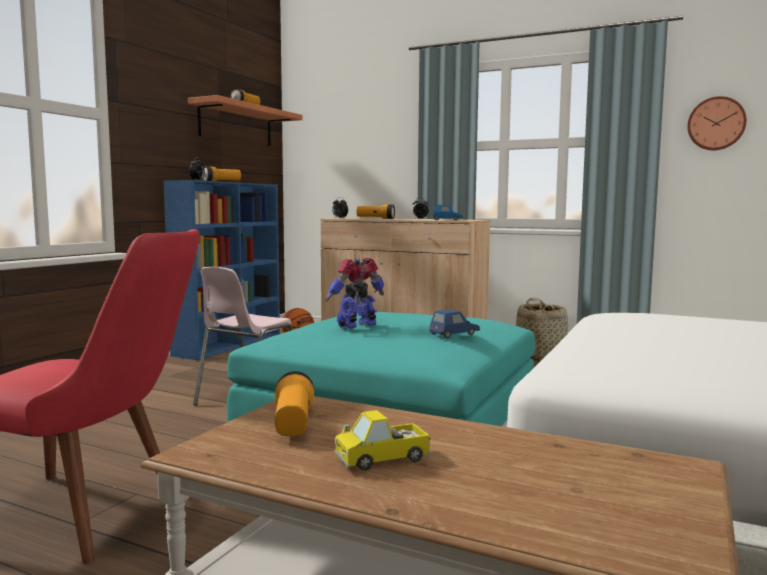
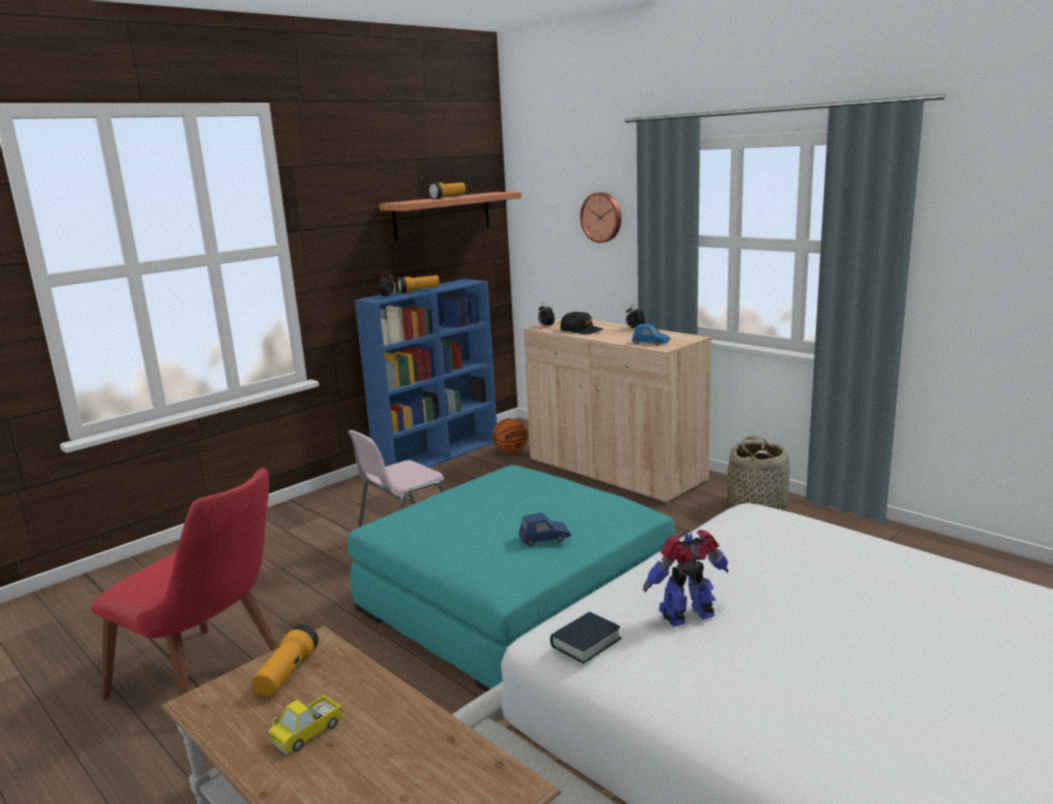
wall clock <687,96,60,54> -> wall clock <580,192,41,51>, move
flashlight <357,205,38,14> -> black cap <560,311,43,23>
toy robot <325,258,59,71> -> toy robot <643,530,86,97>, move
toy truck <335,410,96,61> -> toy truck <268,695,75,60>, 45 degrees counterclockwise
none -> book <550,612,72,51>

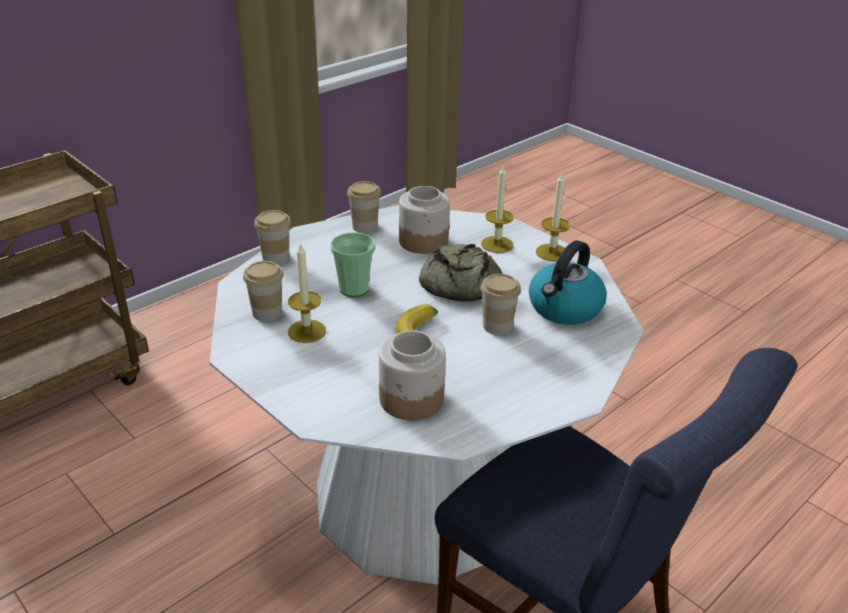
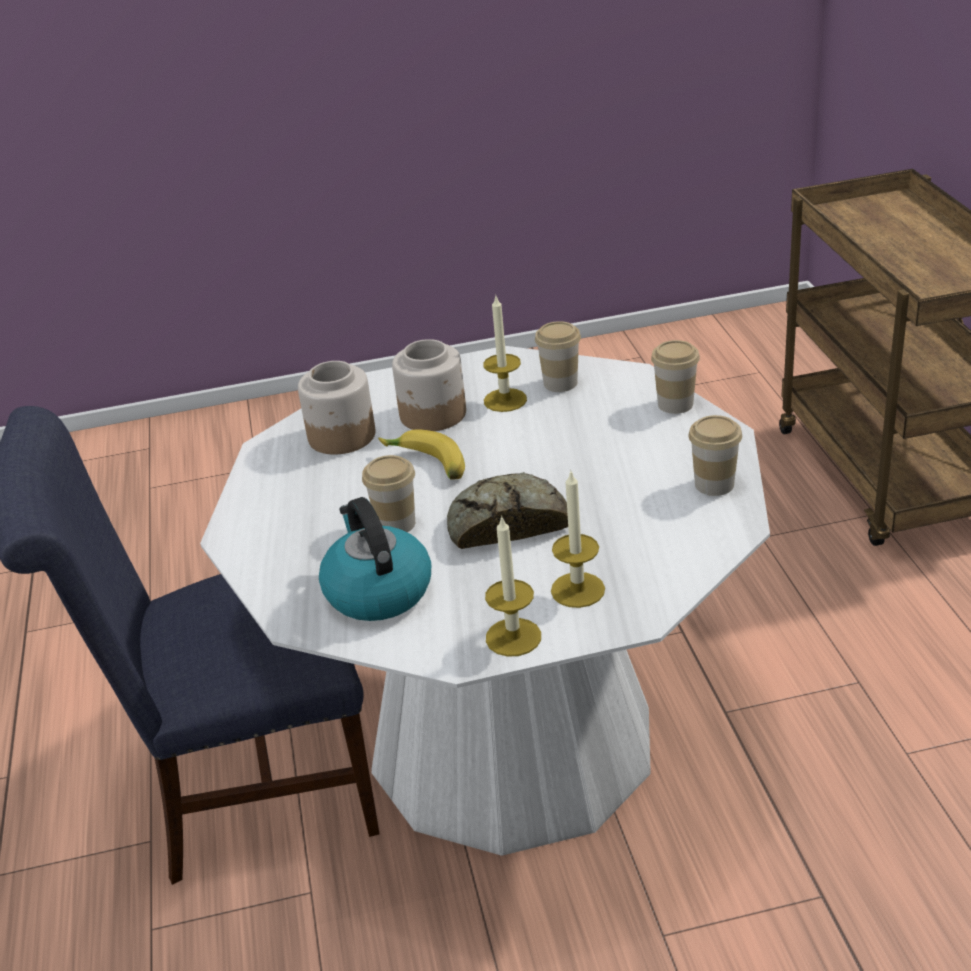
jar <399,186,51,68> -> jar <392,339,74,92>, move
cup <331,232,44,65> -> none

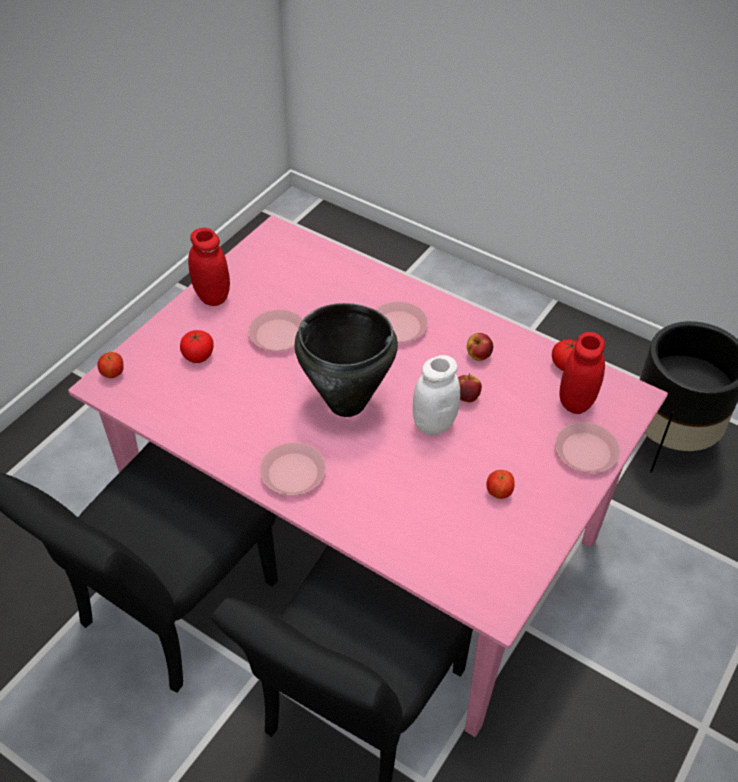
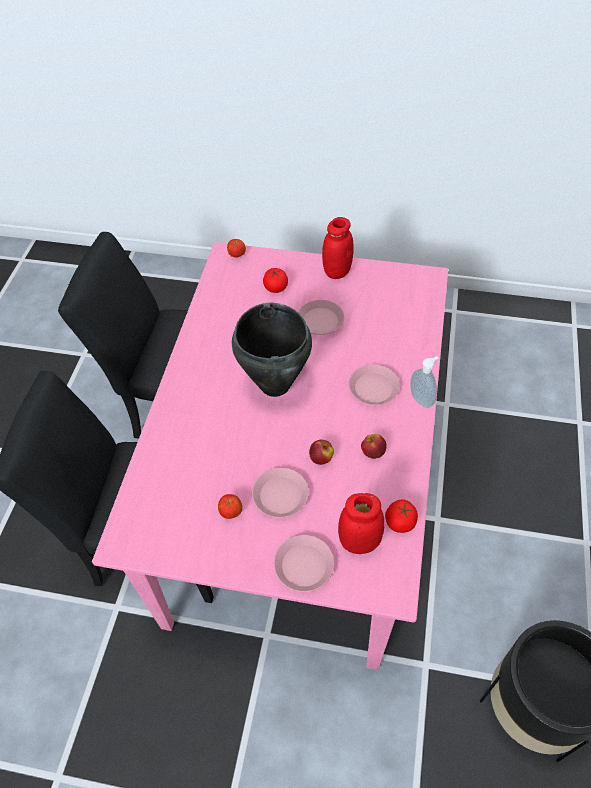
white jar <413,355,47,80> -> none
pink plate <260,442,66,53> -> pink plate <252,468,57,50>, move
none -> soap dispenser <410,356,28,52>

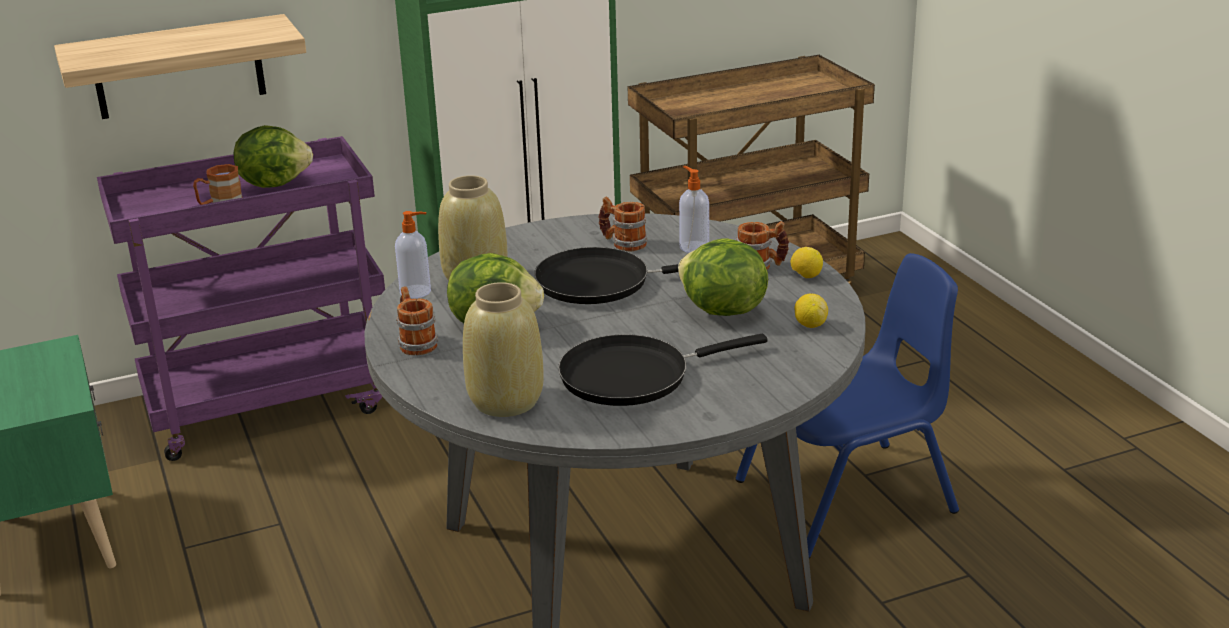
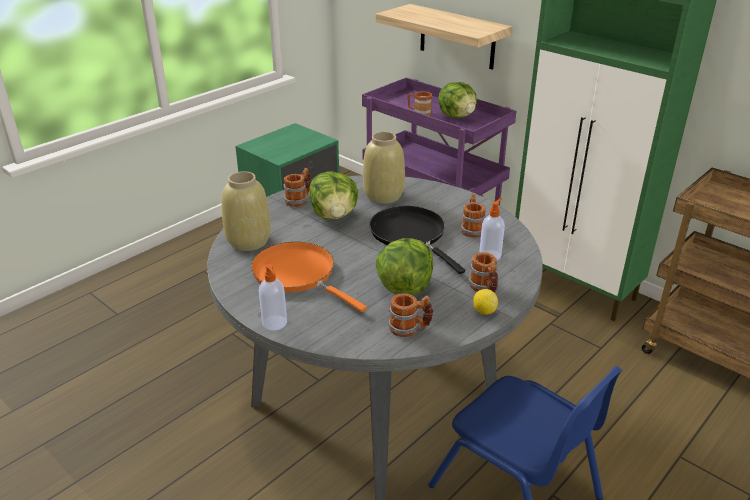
soap dispenser <395,211,36,88> -> soap dispenser <259,264,28,67>, move
lemon <794,294,34,34> -> mug <388,293,45,44>
black frying pan <558,334,210,72> -> orange frying pan <251,242,116,70>

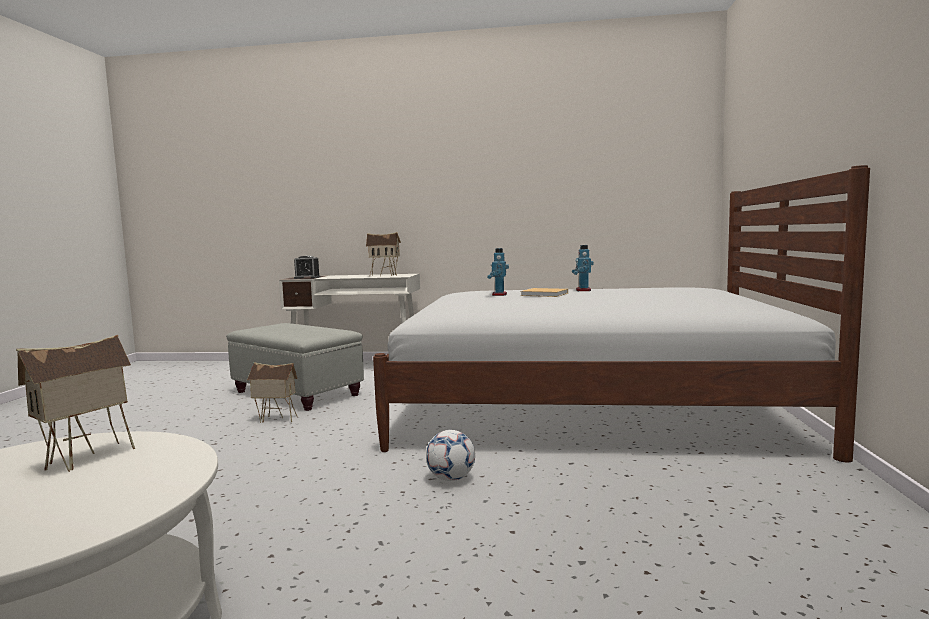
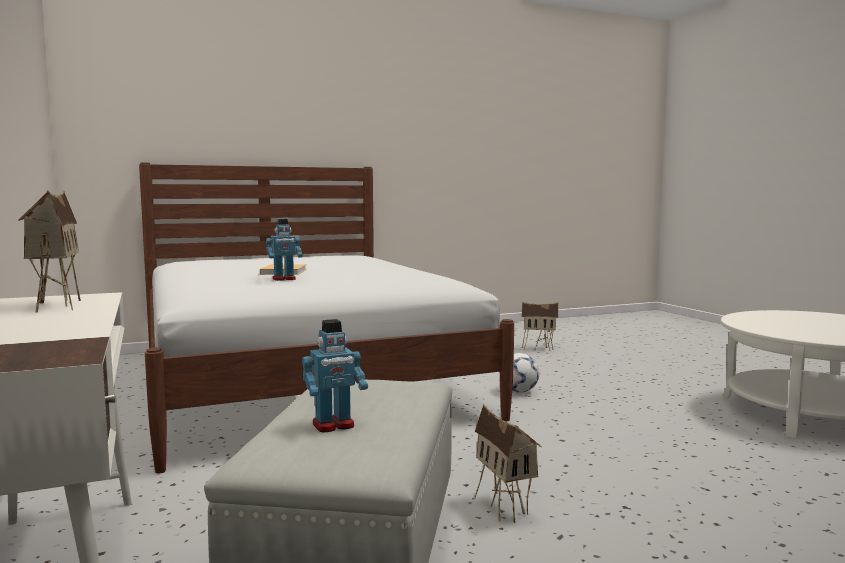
toy robot <572,245,22,46> -> toy robot <302,319,66,113>, move
alarm clock <294,255,26,24> -> none
toy house <16,335,119,137> -> toy house <522,302,37,49>, move

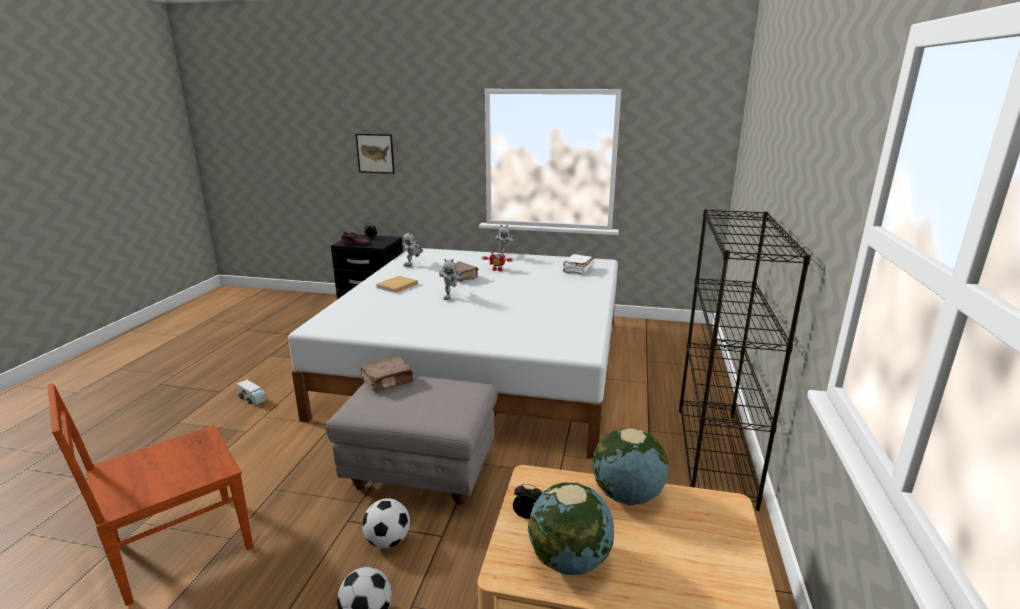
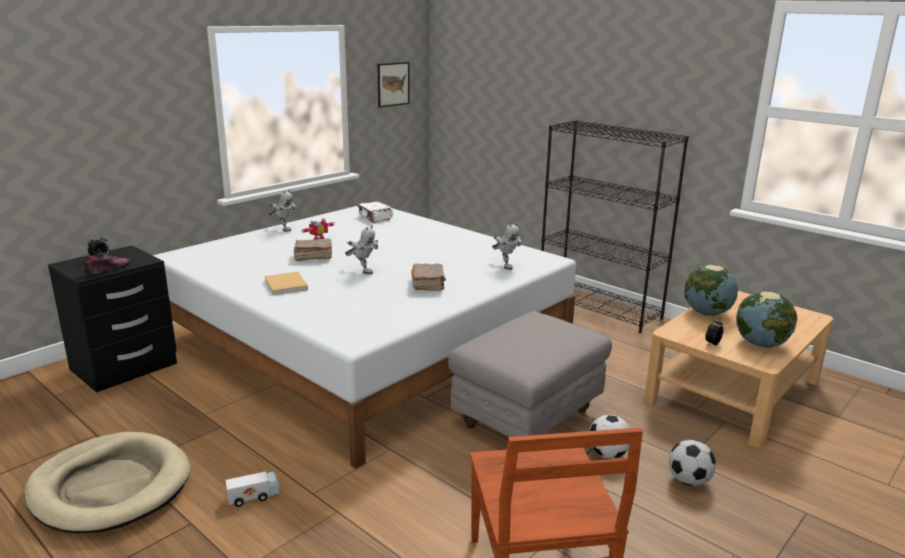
picture <355,134,40,40> -> picture <377,62,33,45>, move
toy robot <403,232,20,35> -> toy robot <492,222,31,48>, move
brown book <361,356,53,35> -> brown book <411,263,35,28>, move
none -> beige dog bed <24,432,166,102>

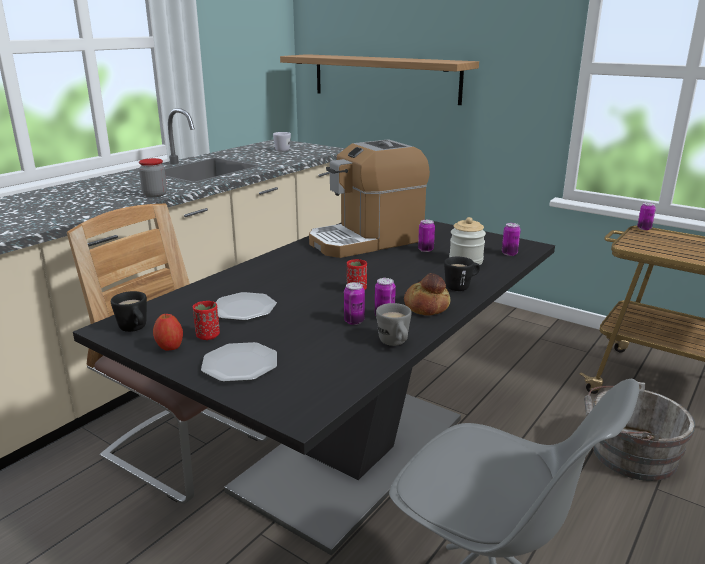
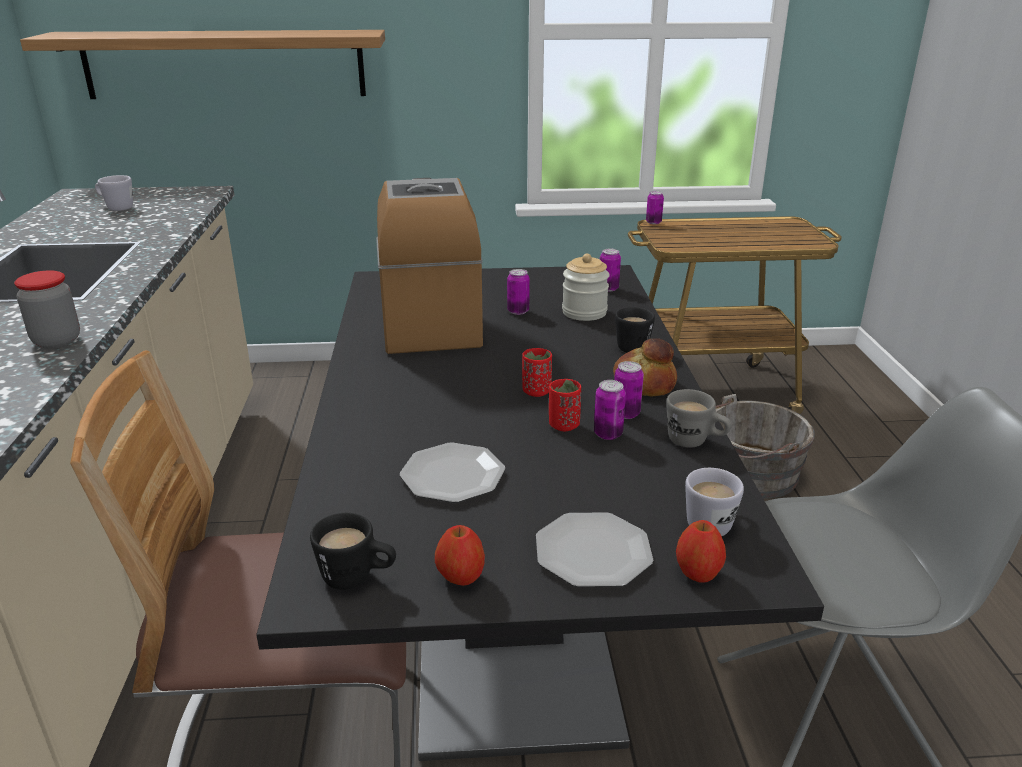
coffee machine <309,139,121,119> -> coffee machine <376,178,107,176>, 150 degrees clockwise
red cup <193,301,27,39> -> red cup <549,379,32,52>, move
none -> white mug <685,468,59,68>
none -> apple <676,520,50,63>

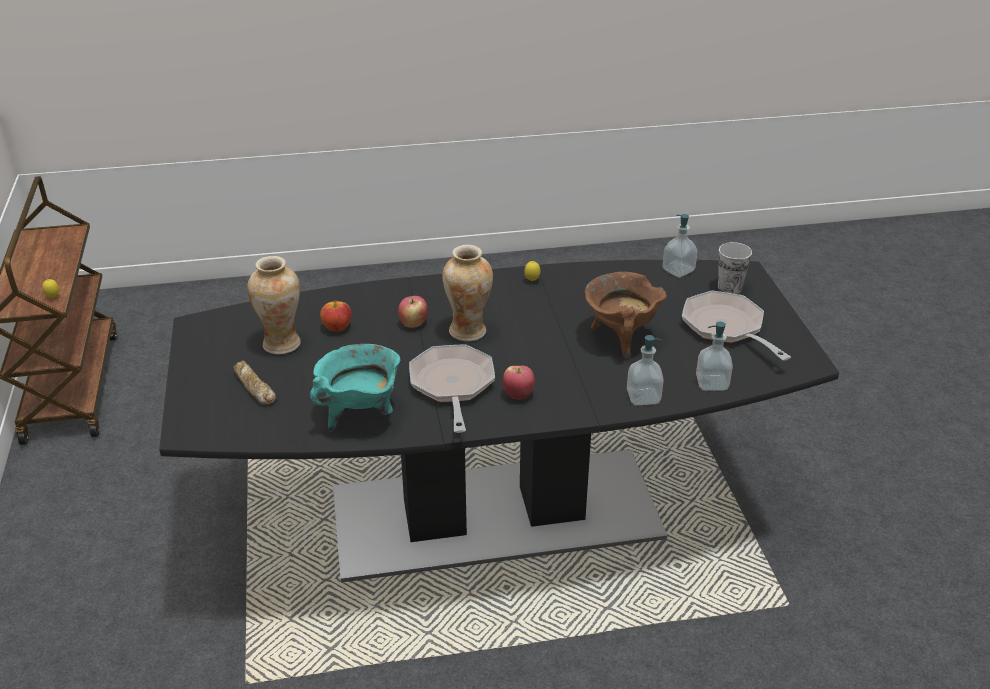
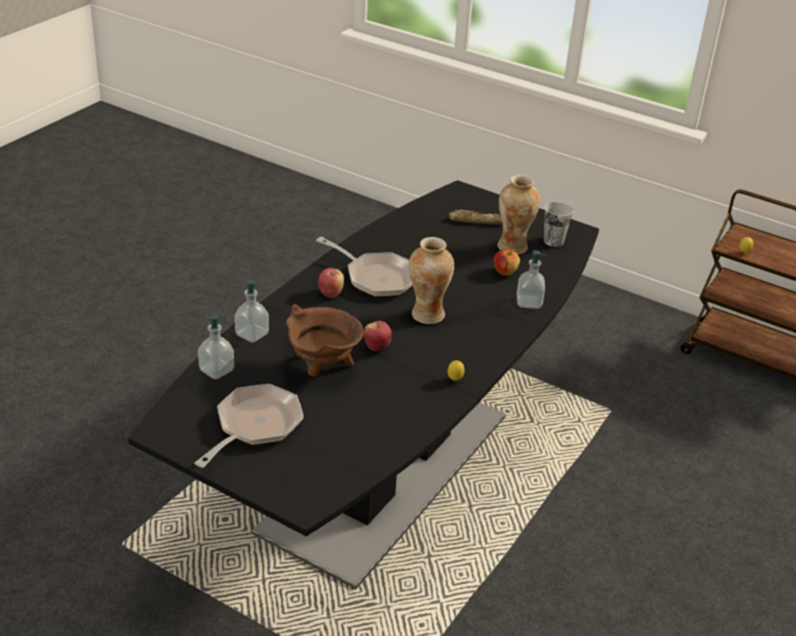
soap dispenser <662,214,35,63> -> soap dispenser <517,250,29,59>, move
cup <718,242,34,52> -> cup <544,202,29,45>, move
frying pan <682,291,109,70> -> frying pan <194,384,110,84>, 75 degrees counterclockwise
apple <398,296,30,32> -> apple <364,321,28,30>, move
turquoise cooking pot <310,344,90,87> -> none

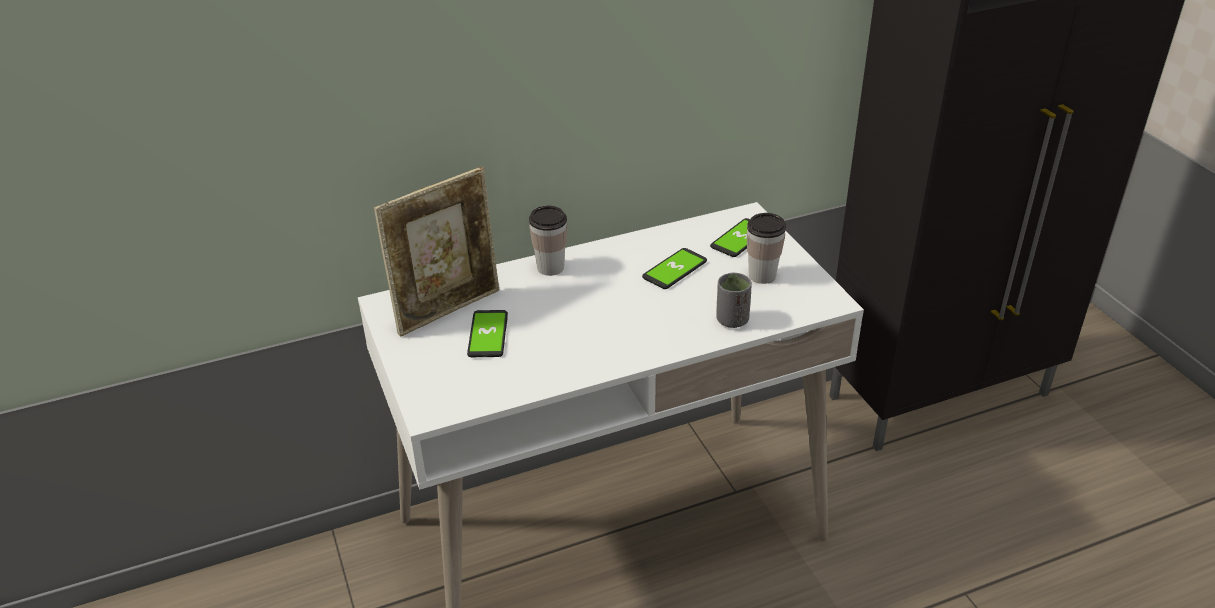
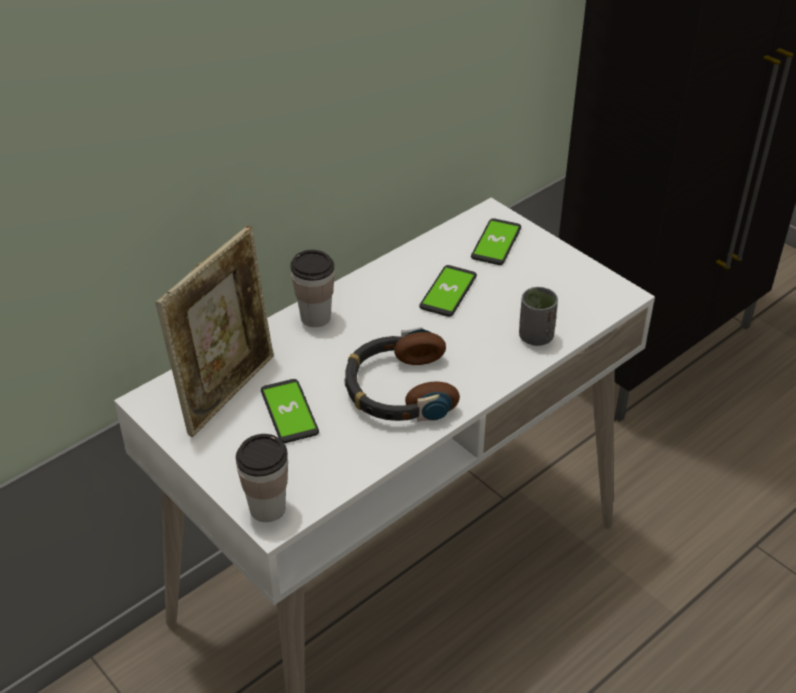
cup <747,213,39,71> -> cup <236,434,52,88>, move
none -> headphones <344,327,116,95>

